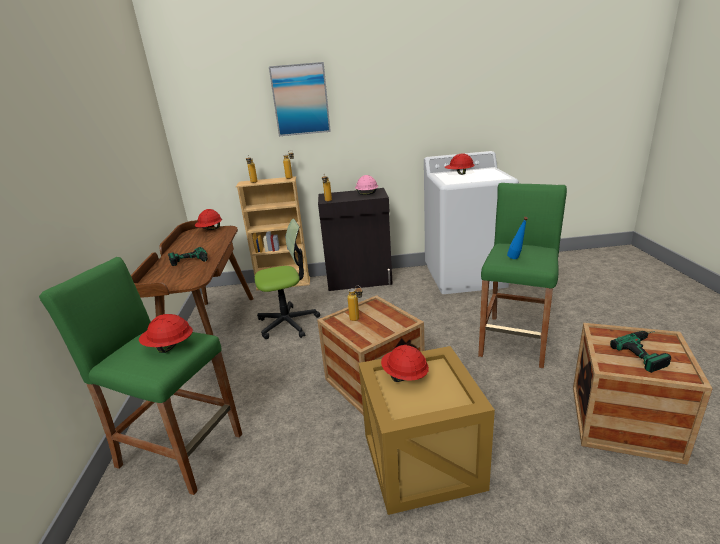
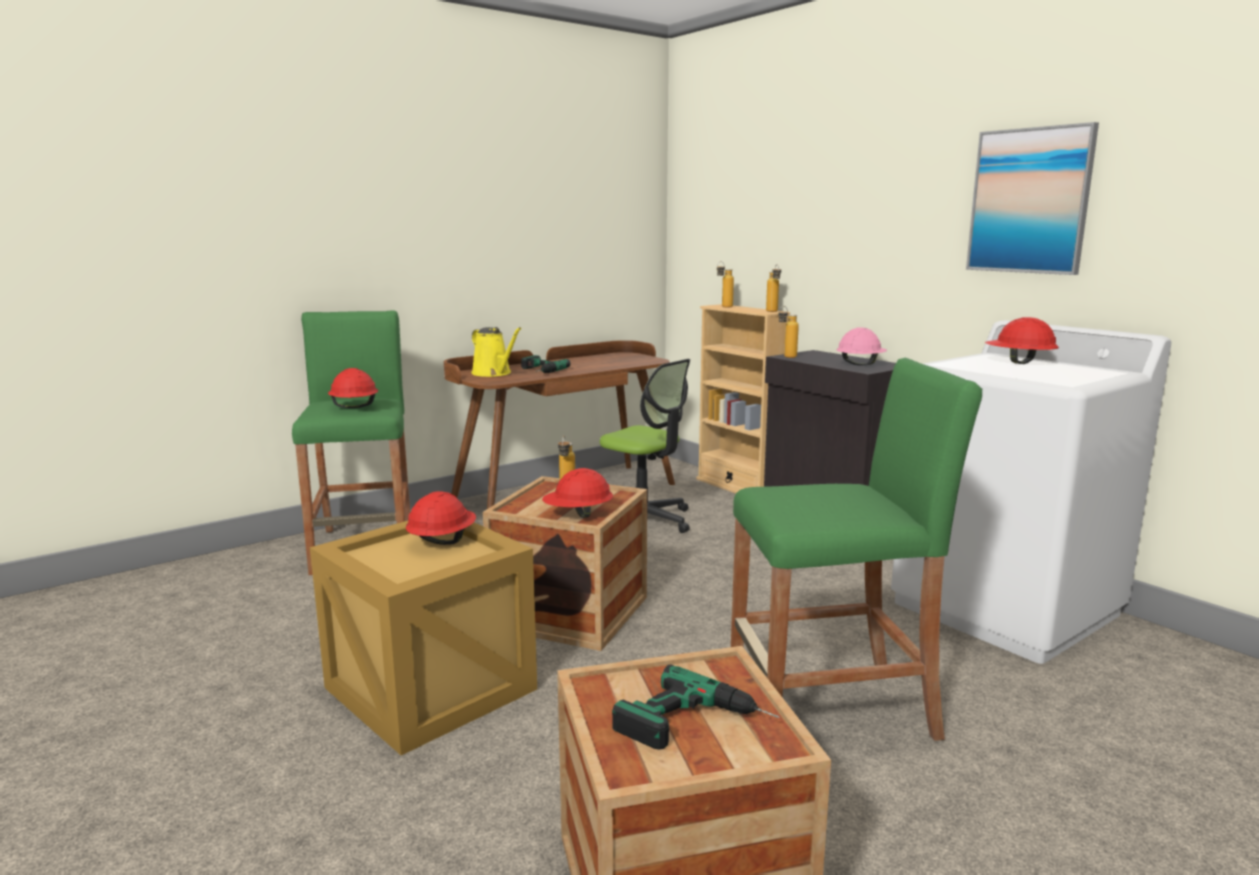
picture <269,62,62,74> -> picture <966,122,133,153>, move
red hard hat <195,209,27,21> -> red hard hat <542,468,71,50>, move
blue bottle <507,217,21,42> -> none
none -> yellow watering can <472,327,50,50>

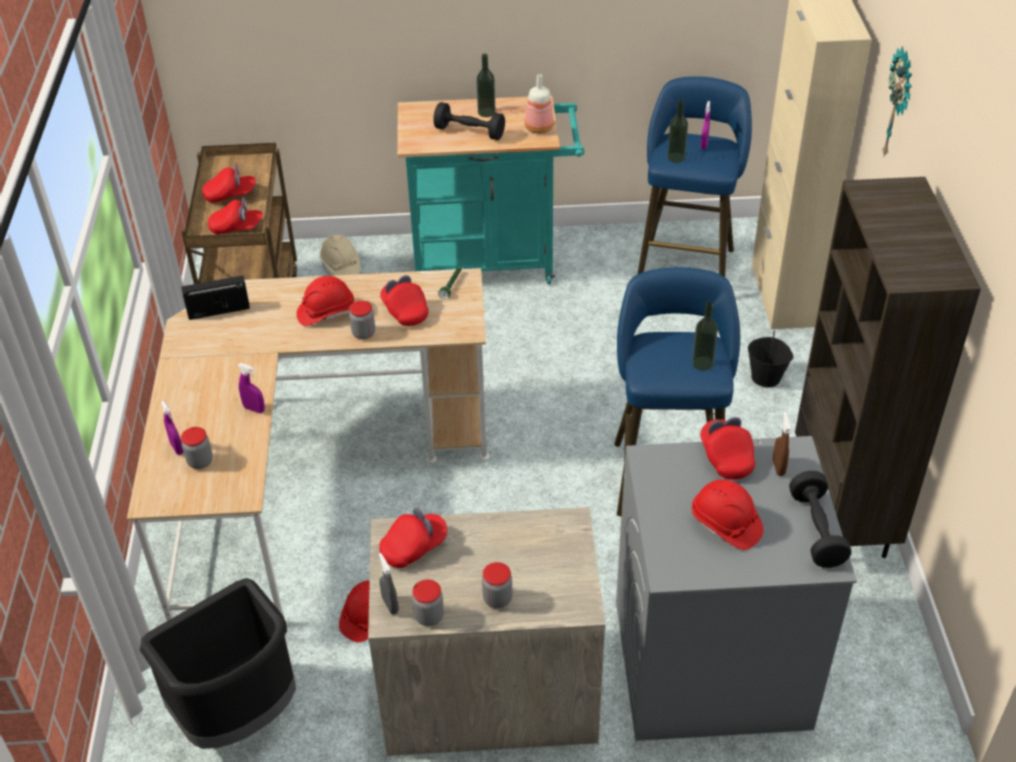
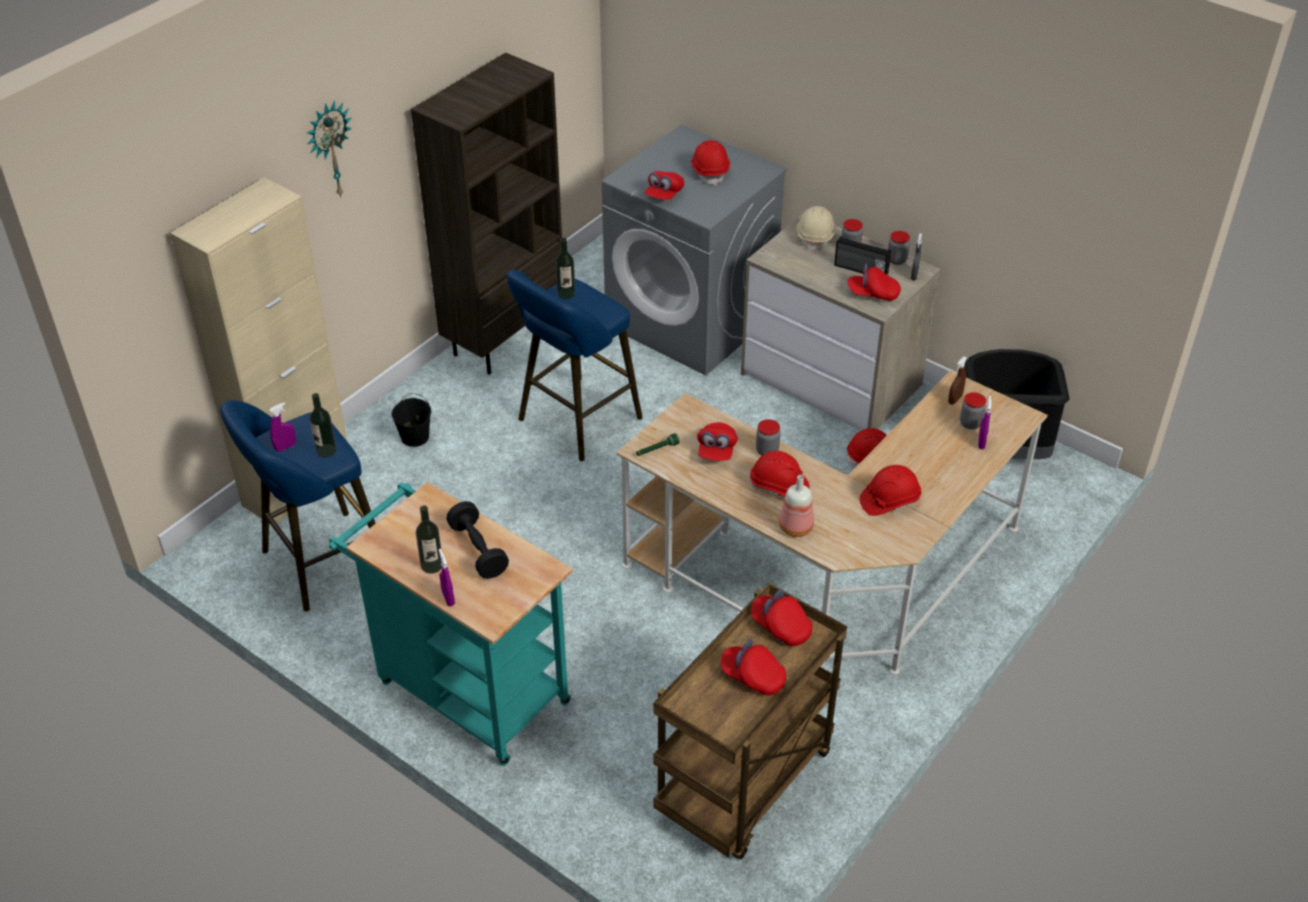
bottle <525,74,29,60> -> bottle <779,475,35,62>, move
beige hard hat <319,235,41,40> -> beige hard hat <797,206,39,46>, move
radio <181,275,69,45> -> radio <834,236,57,39>, move
purple spray bottle <238,363,27,50> -> purple spray bottle <439,549,16,57>, move
brown spray bottle <773,412,18,64> -> brown spray bottle <948,356,19,49>, move
black dumbbell <789,471,63,97> -> none
none -> red hard hat <860,465,61,51>

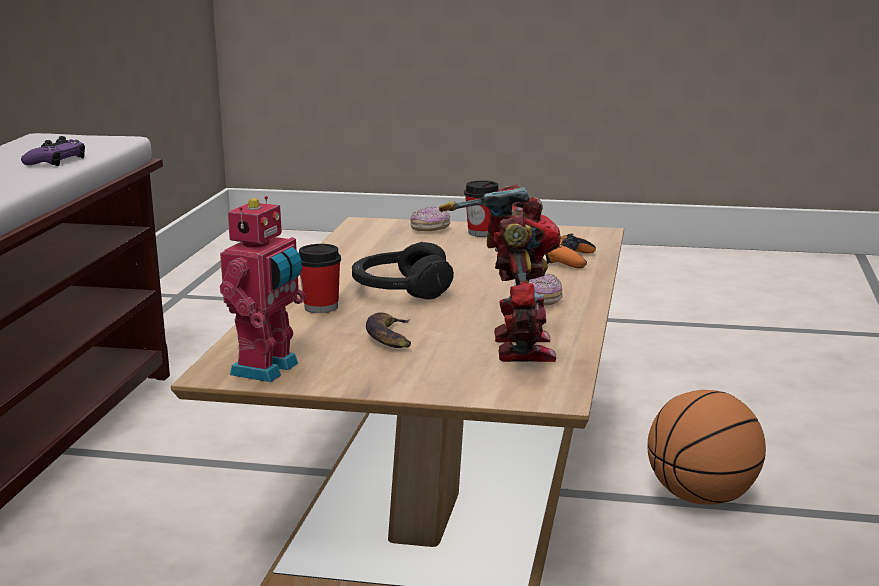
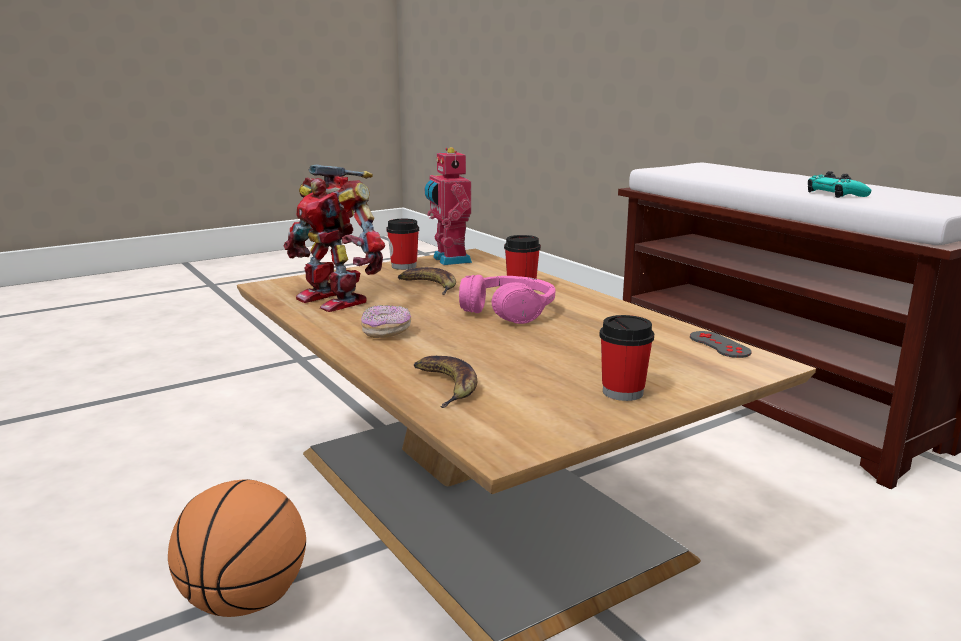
purple game controller <21,136,64,30> -> turquoise game controller <808,171,63,27>
donut <410,206,40,25> -> none
orange game controller <545,234,51,35> -> banana <414,356,63,52>
black headphones <352,242,102,58> -> pink headphones <459,275,97,49>
none -> cup <386,219,33,51>
none -> grey game controller <690,331,62,27>

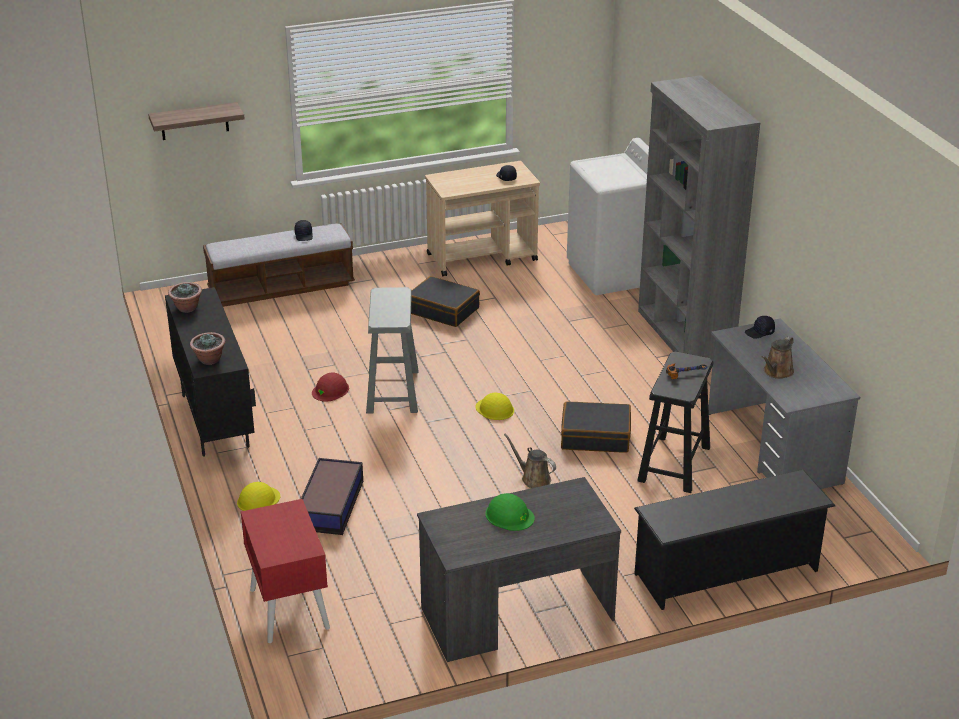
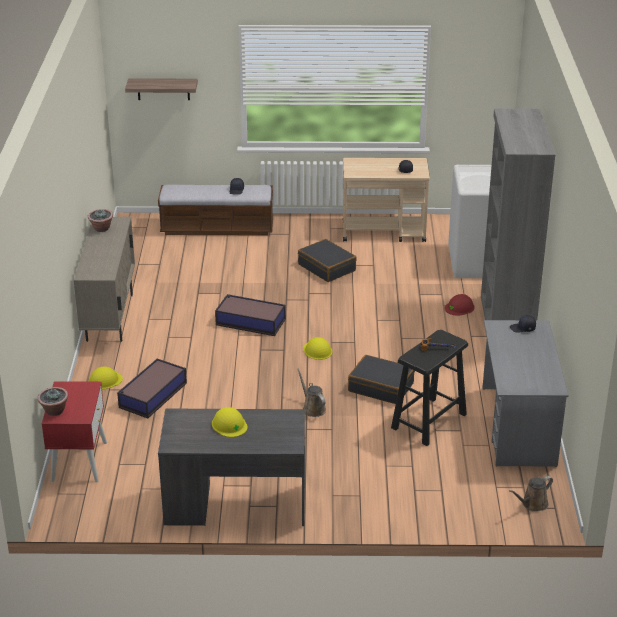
black cabinet <165,287,91,170> -> beige cabinet <74,217,61,125>
grey stool <366,287,53,127> -> storage box <215,294,71,42>
potted plant <190,332,35,33> -> potted plant <38,387,30,29>, move
brown watering can <762,336,32,43> -> brown watering can <509,476,44,35>, move
red hard hat <312,373,37,28> -> red hard hat <444,294,31,22>, move
black shoe rack <634,470,201,140> -> none
green hard hat <485,493,50,38> -> yellow hard hat <212,407,35,30>

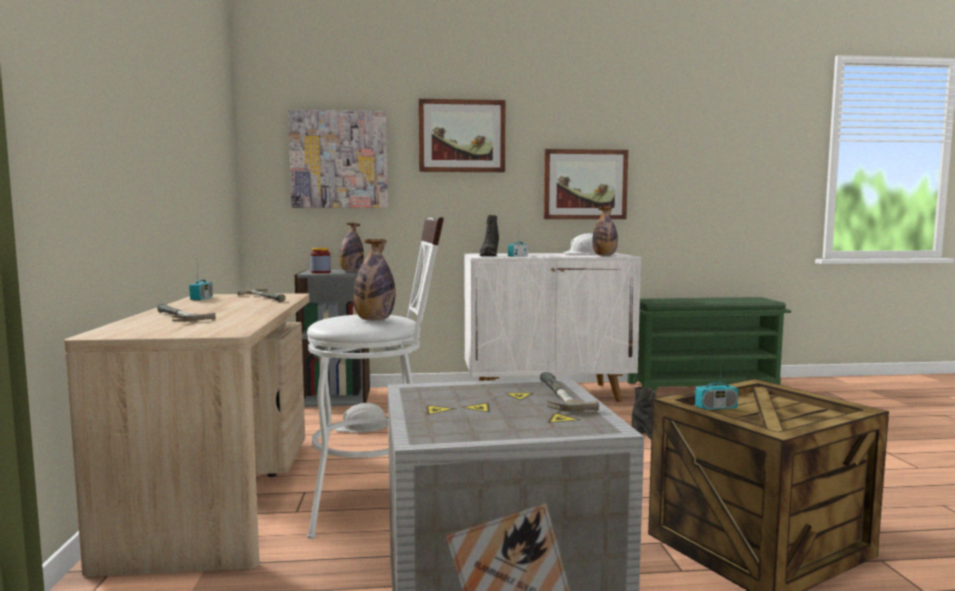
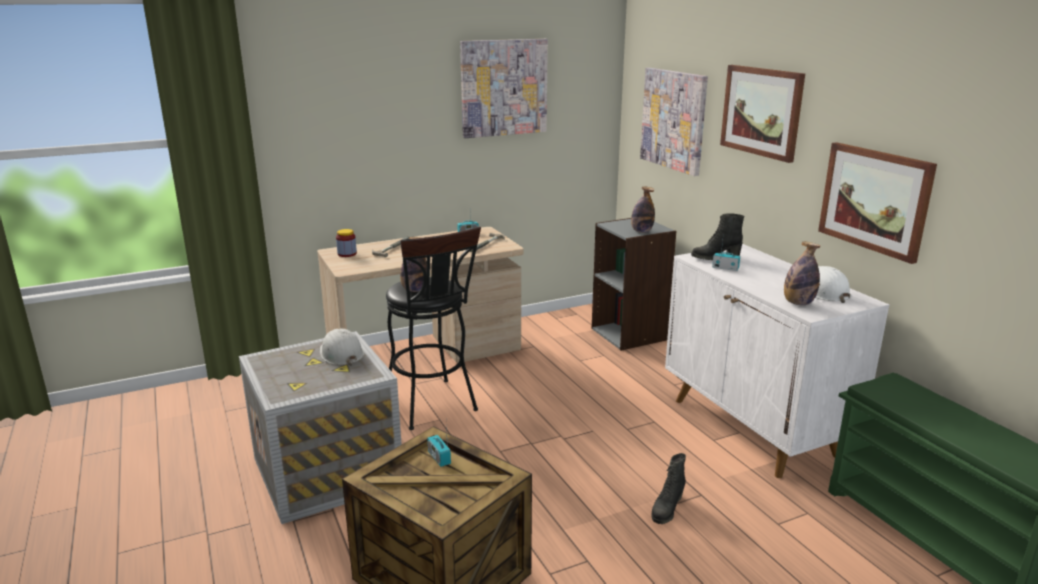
white stool <307,217,137,322> -> black stool <386,227,95,203>
jar <310,248,21,26> -> jar <336,229,21,28>, move
hammer <540,372,59,39> -> none
white hard hat <335,403,53,30> -> white hard hat <320,328,44,38>, move
none -> picture <460,39,88,99>

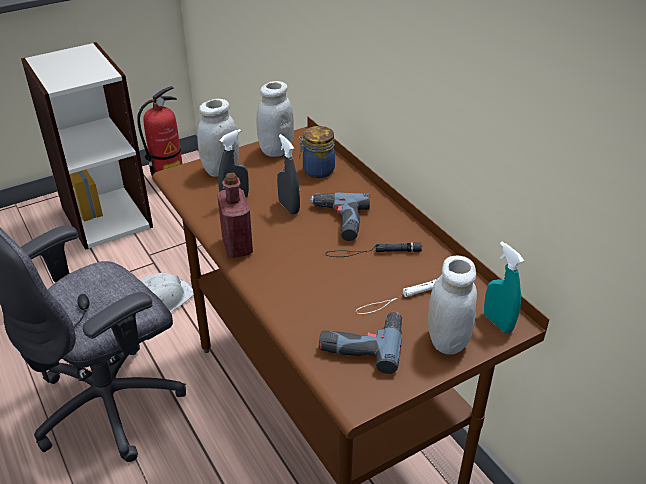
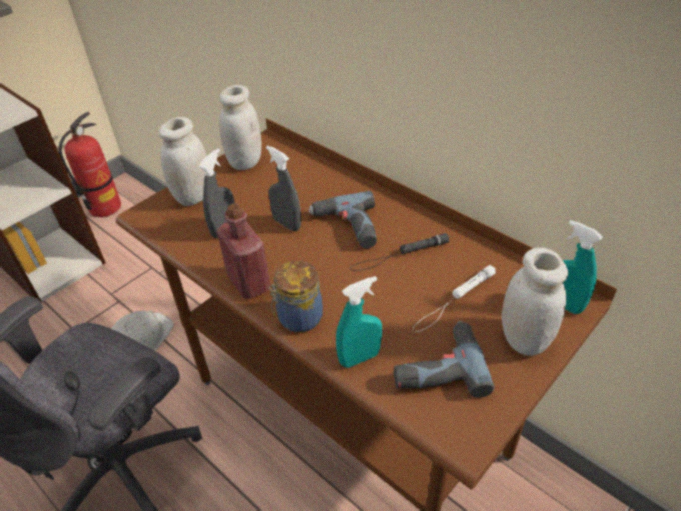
jar <299,126,36,52> -> jar <269,261,54,71>, move
none -> turquoise spray bottle <336,276,46,92>

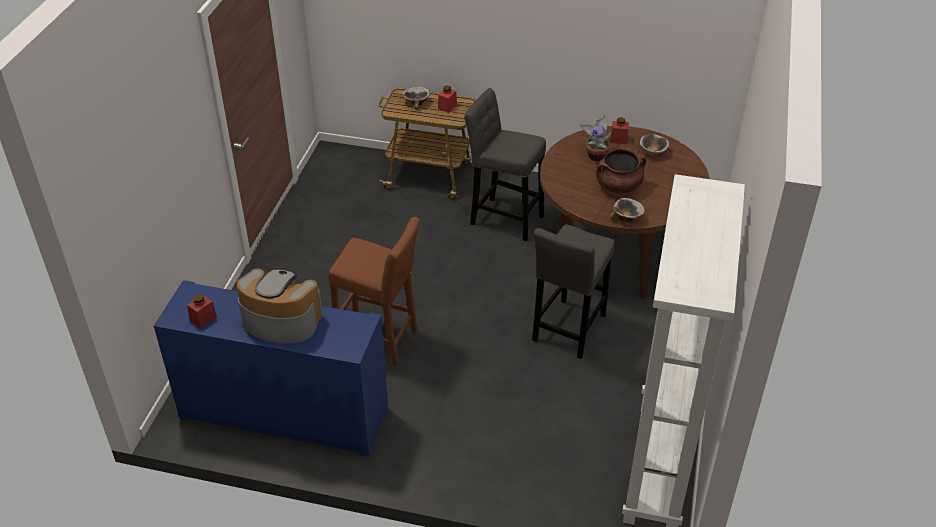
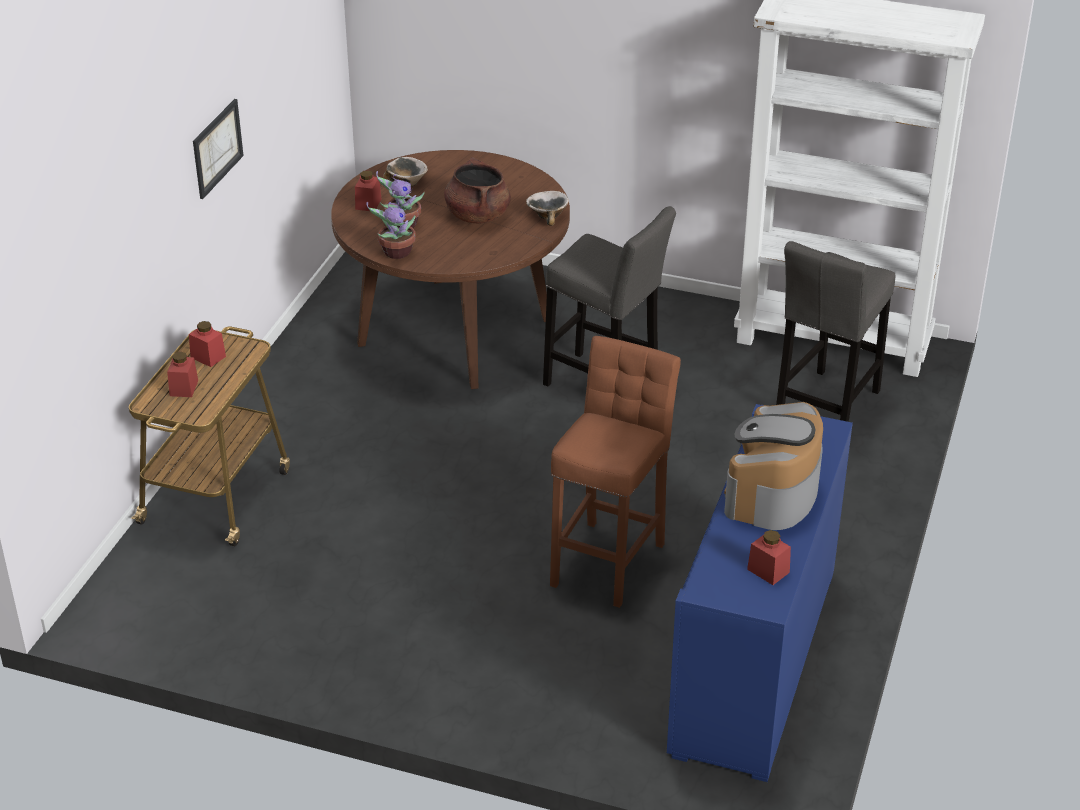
bowl <403,87,27,23> -> red jar <167,352,31,45>
grey stool <464,88,82,153> -> grey stool <776,241,119,181>, move
none -> picture <193,99,51,100>
none -> potted plant <366,202,50,57>

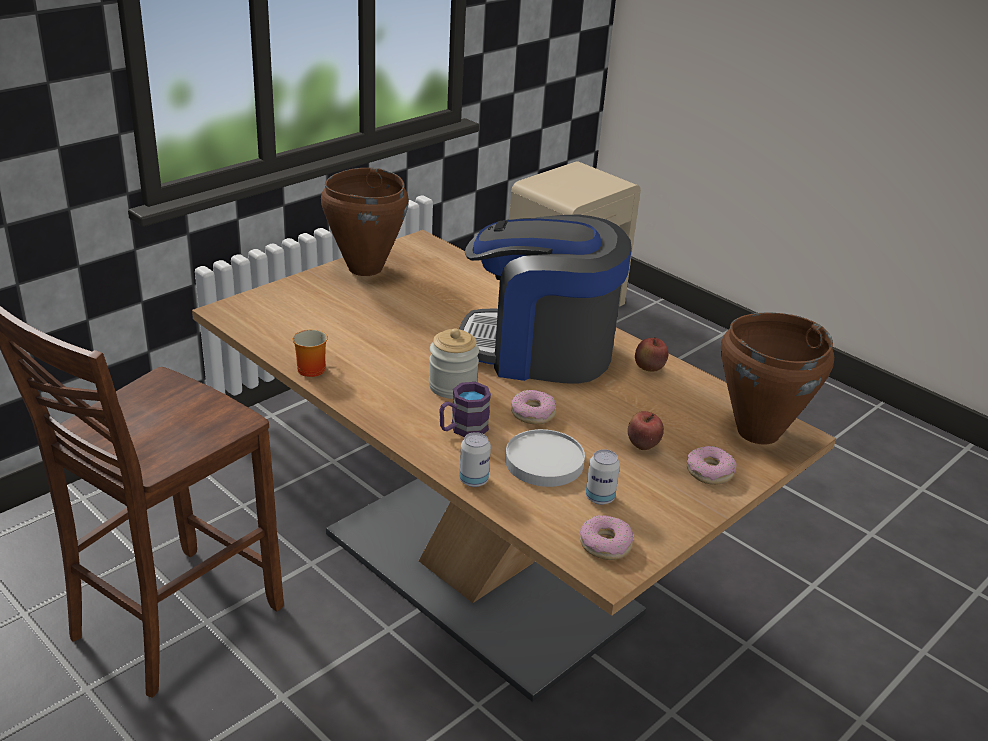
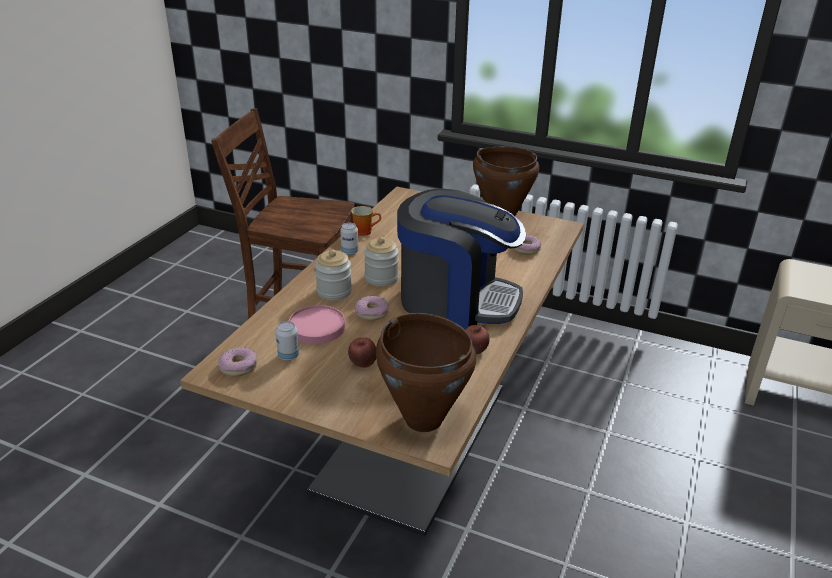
coffee machine <459,215,173,169> -> coffee machine <397,189,129,141>, 120 degrees clockwise
purple mug <439,382,52,55> -> jar <315,250,37,51>
white plate <505,429,80,58> -> pink plate <289,305,56,39>
can <459,432,32,55> -> can <340,223,18,32>, move
donut <687,446,50,39> -> donut <512,235,29,20>, move

